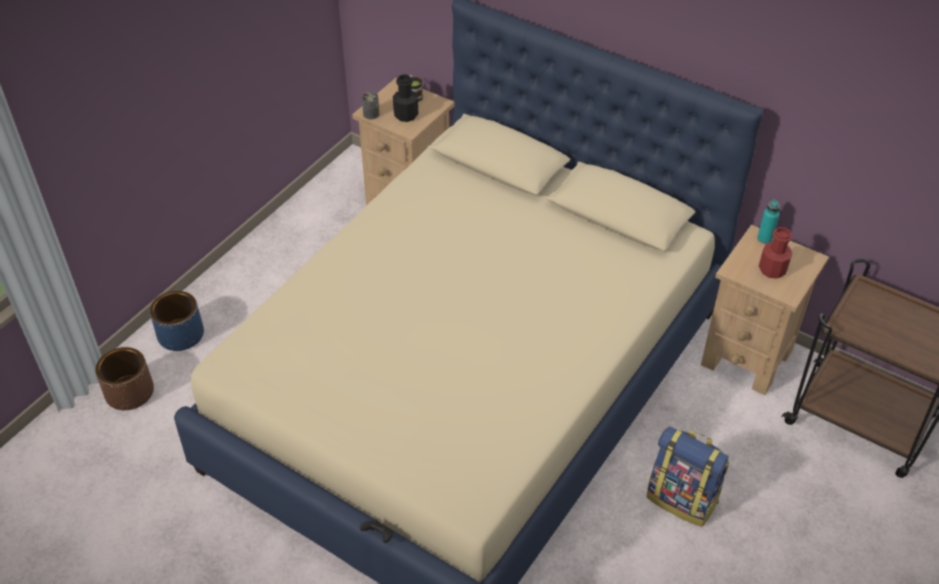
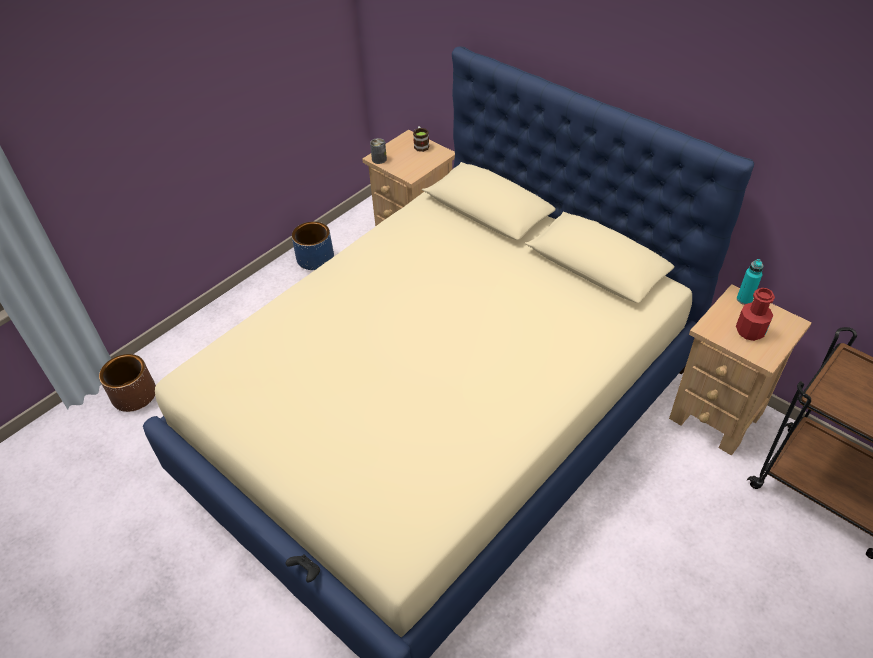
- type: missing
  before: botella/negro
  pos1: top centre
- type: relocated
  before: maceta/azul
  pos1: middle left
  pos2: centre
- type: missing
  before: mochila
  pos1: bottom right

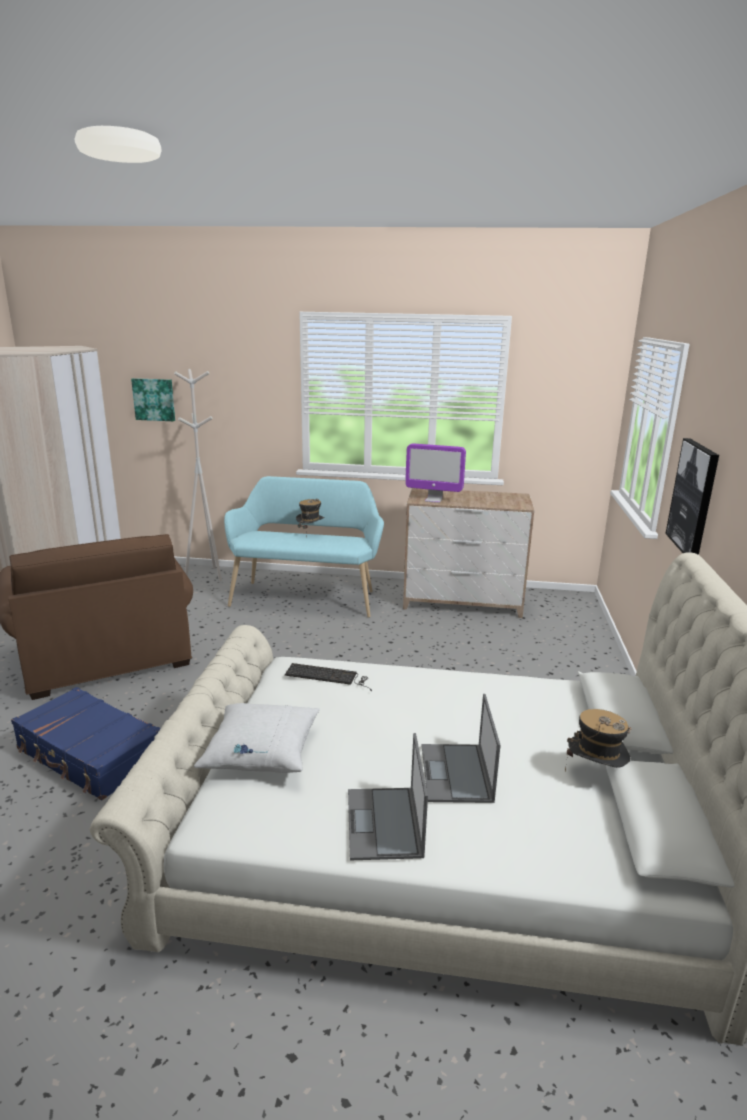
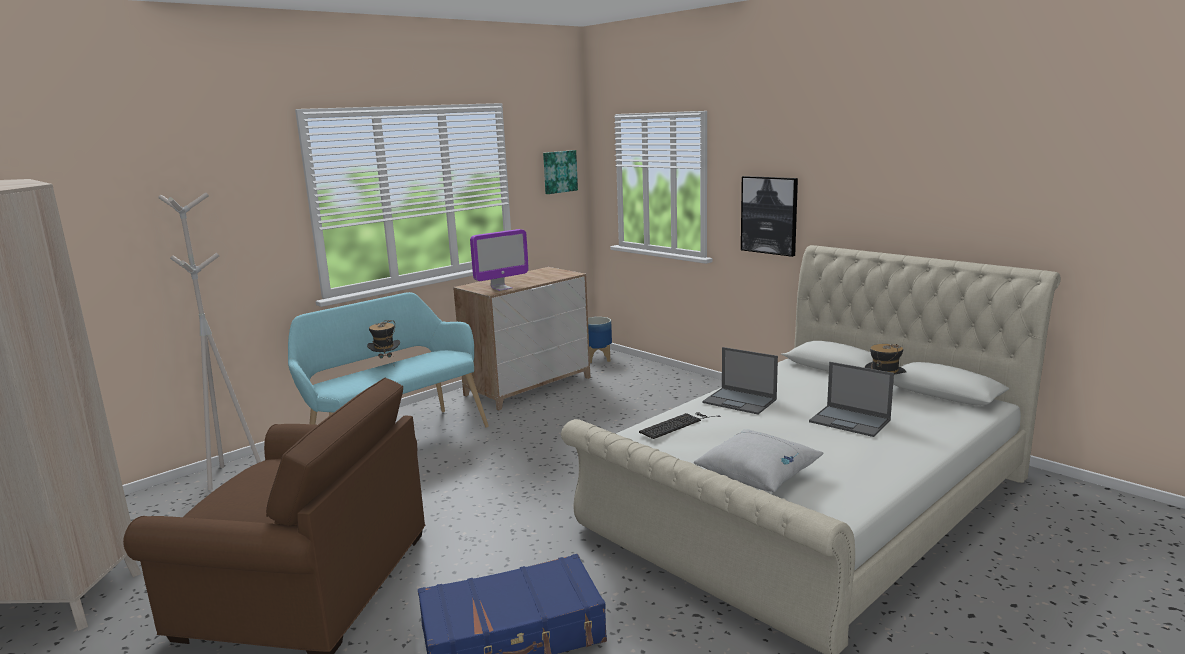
- type: relocated
  before: cuadro (no. 1 from left)
  pos1: middle left
  pos2: top centre
- type: relocated
  before: portátil (no. 1 from left)
  pos1: bottom centre
  pos2: centre
- type: appeared
  after: maceta
  pos2: centre

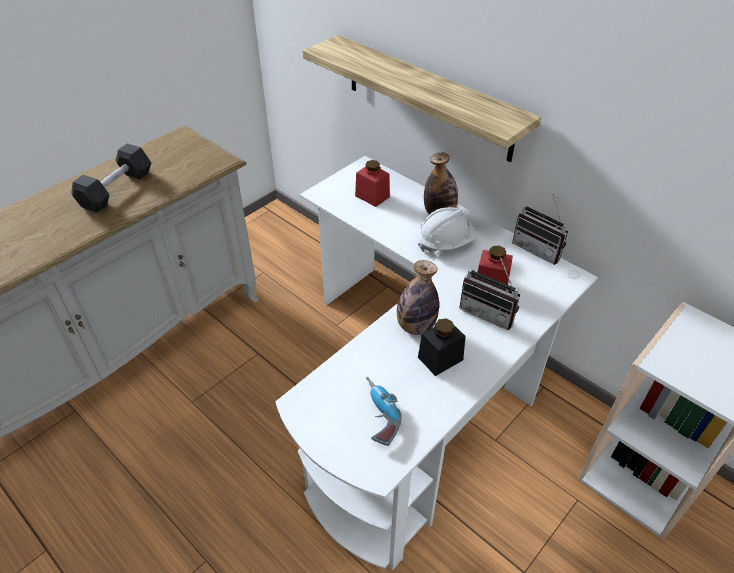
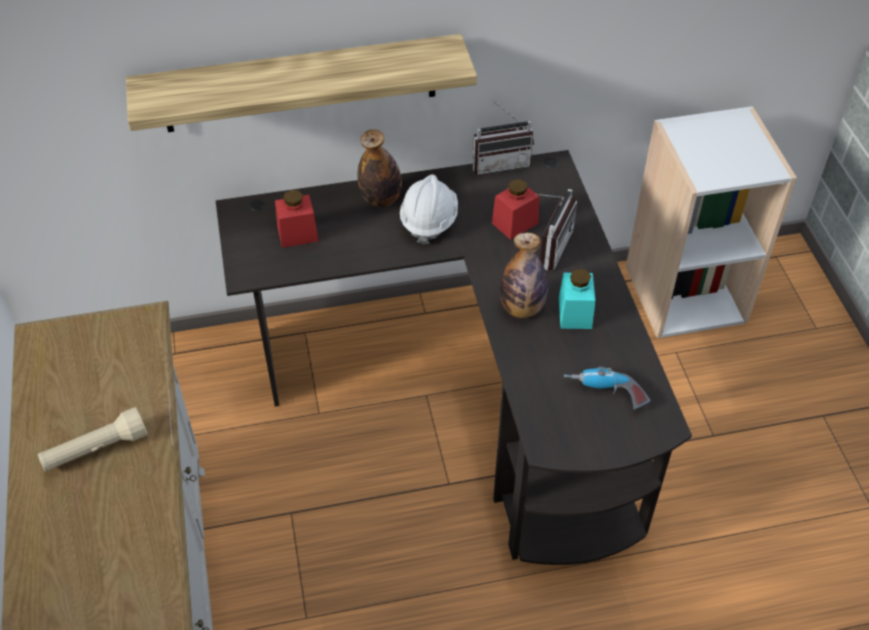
- type: exchanged
  before: mancuerna/gris
  after: linterna/beis
  pos1: top left
  pos2: bottom left
- type: colour
  before: escritorio/blanco
  after: escritorio/negro
  pos1: centre
  pos2: centre
- type: spun
  before: radio (no. 1 from left in the first image)
  pos1: centre
  pos2: centre
  turn: -45
- type: colour
  before: tarro/negro
  after: tarro/turquesa
  pos1: centre
  pos2: centre

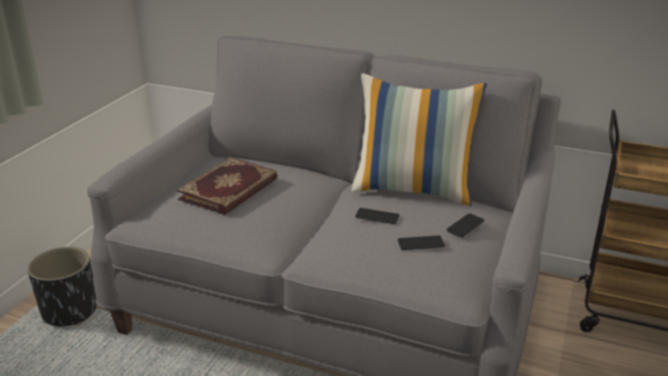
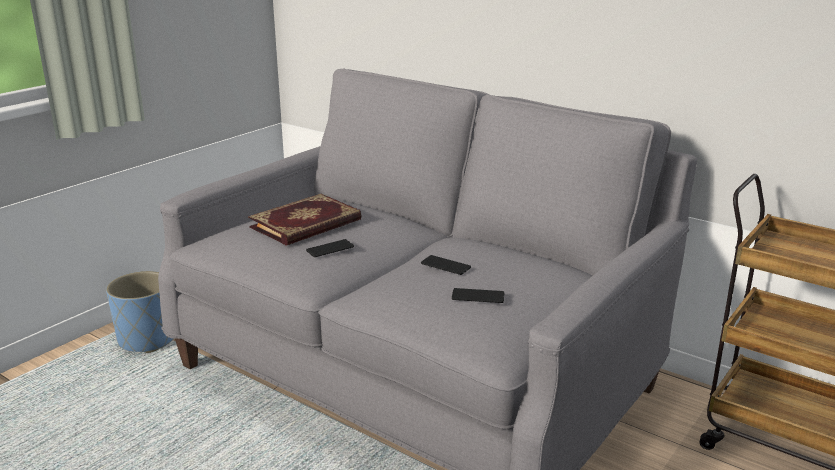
- type: missing
  before: cojín
  pos1: centre
- type: relocated
  before: móvil (no. 3 from left in the first image)
  after: móvil (no. 1 from left)
  pos1: middle right
  pos2: centre
- type: colour
  before: maceta/negro
  after: maceta/azul
  pos1: bottom left
  pos2: middle left

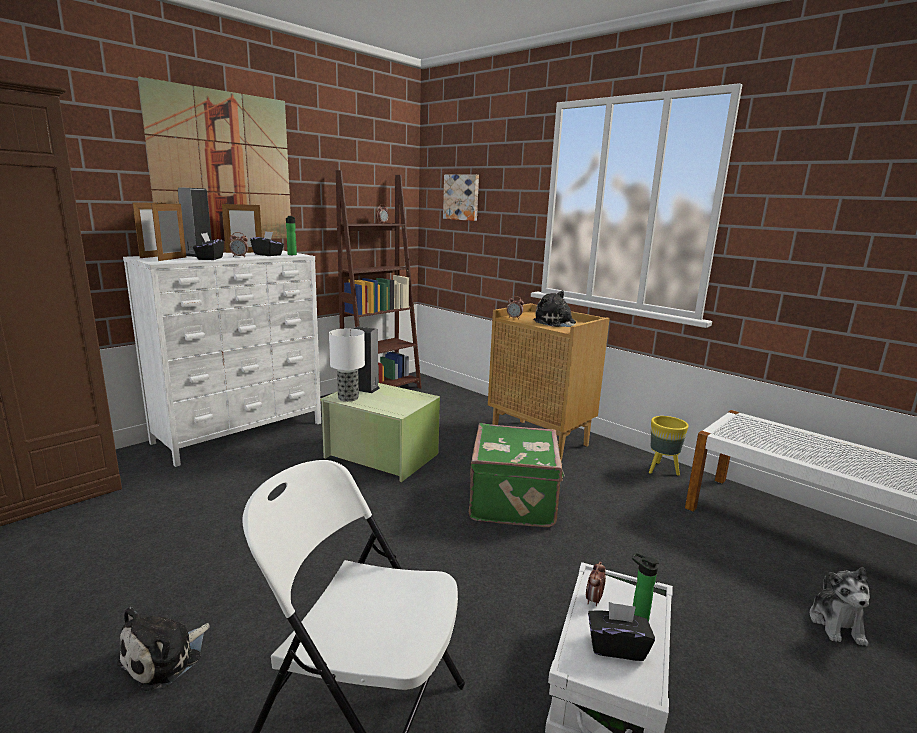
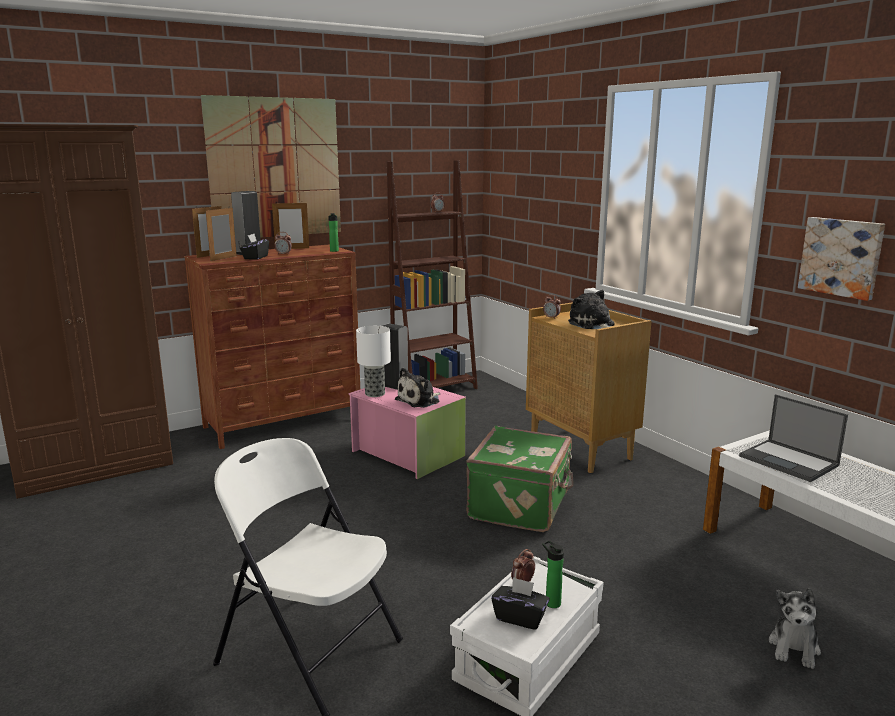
- type: relocated
  before: cuadro (no. 2 from left)
  pos1: top centre
  pos2: middle right
- type: missing
  before: caja de pañuelos/negro (no. 2 from left)
  pos1: top left
- type: colour
  before: cómoda/blanco
  after: cómoda/marrón
  pos1: middle left
  pos2: middle left
- type: colour
  before: caja de almacenaje/verde
  after: caja de almacenaje/rosa
  pos1: centre
  pos2: centre
- type: missing
  before: maceta/amarillo
  pos1: middle right
- type: relocated
  before: peluche (no. 1 from left)
  pos1: bottom left
  pos2: centre
- type: appeared
  after: portátil
  pos2: middle right

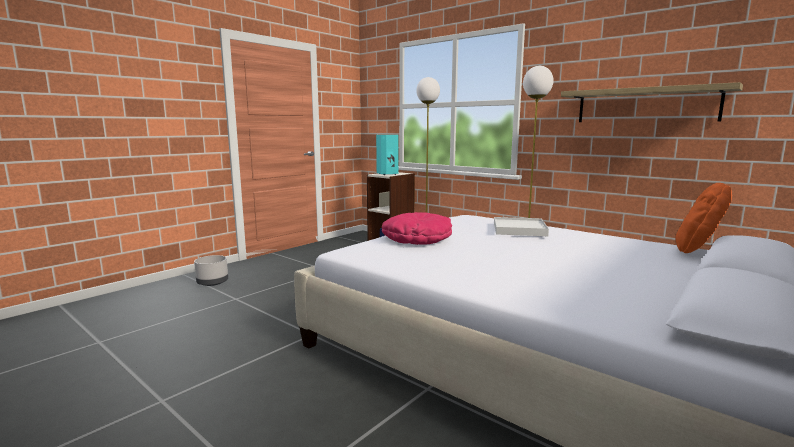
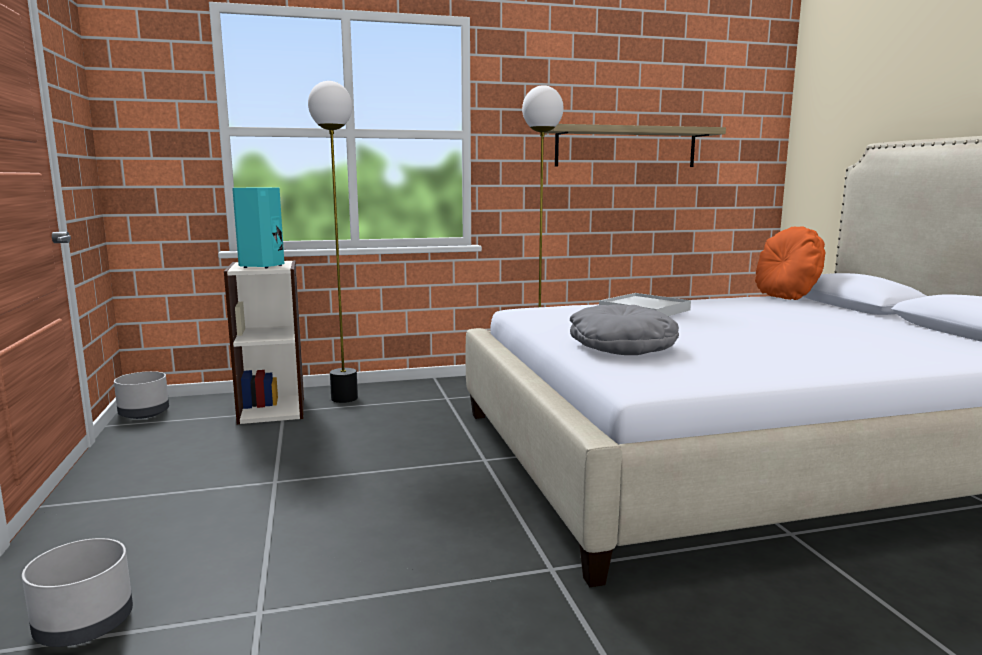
- type: colour
  before: cojín/rosa
  after: cojín/gris
  pos1: centre
  pos2: centre
- type: appeared
  after: maceta/gris (no. 2 from left)
  pos2: middle left

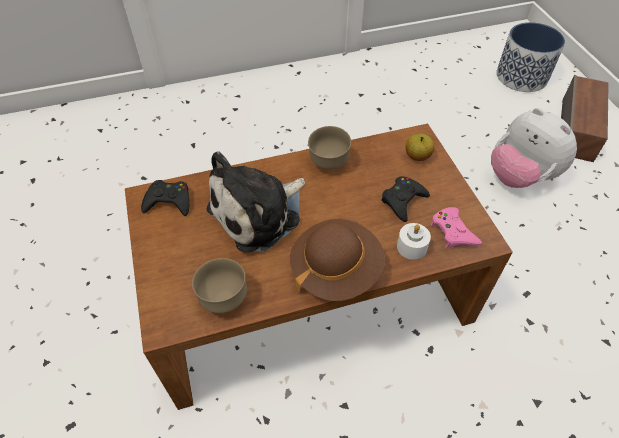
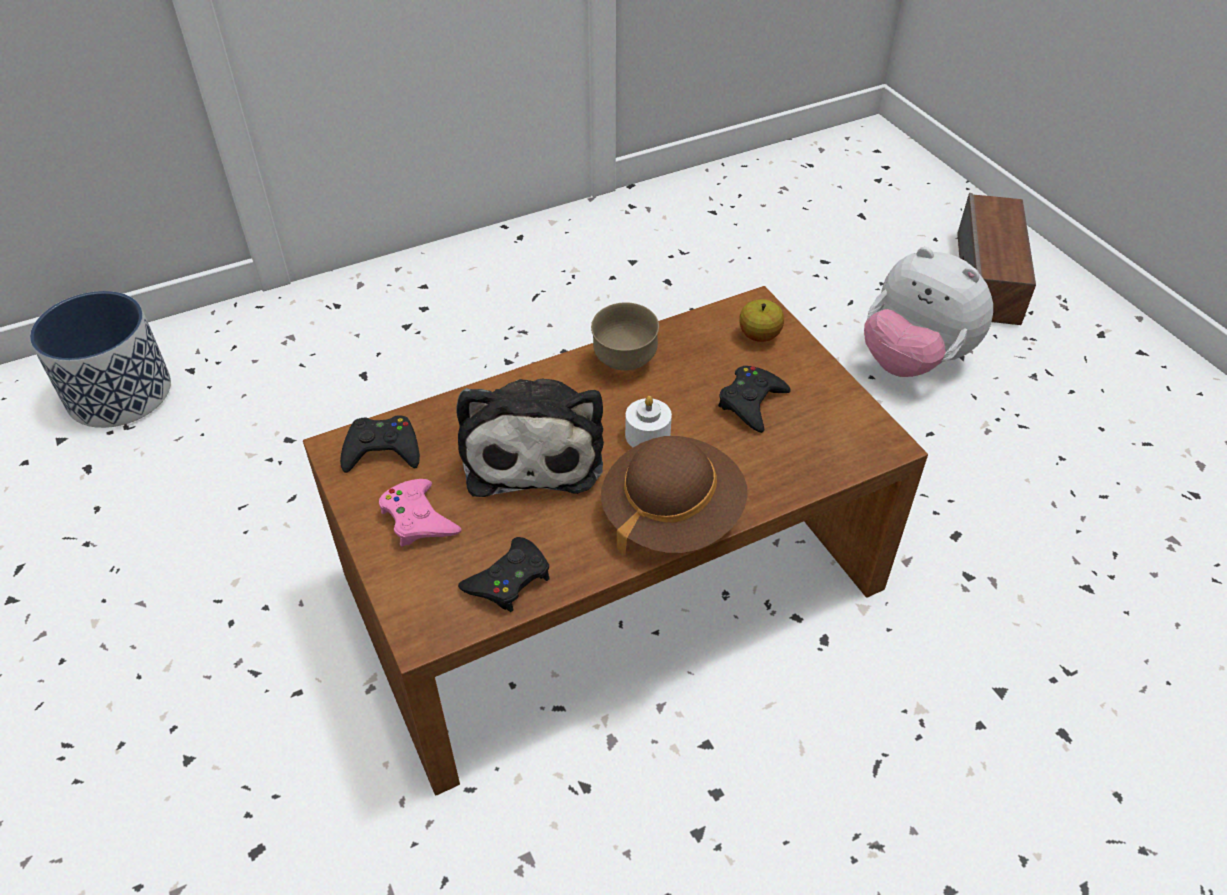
- type: relocated
  before: maceta
  pos1: top right
  pos2: middle left
- type: spun
  before: peluche (no. 1 from left)
  pos1: centre
  pos2: centre
  turn: -45
- type: relocated
  before: mando de consola/rosa
  pos1: middle right
  pos2: centre
- type: relocated
  before: vela/blanco
  pos1: middle right
  pos2: centre
- type: exchanged
  before: cuenco/marrón (no. 1 from left)
  after: mando de consola/negro (no. 2 from left)
  pos1: centre
  pos2: centre

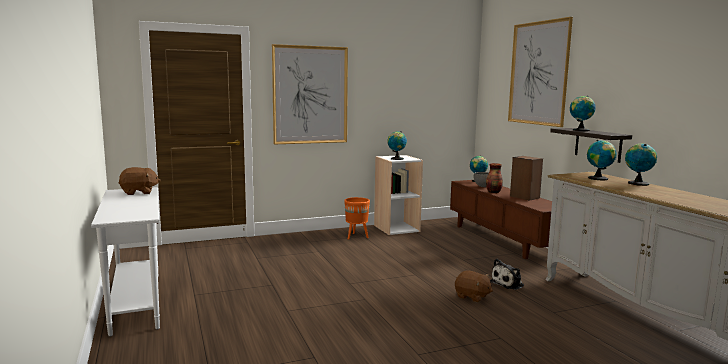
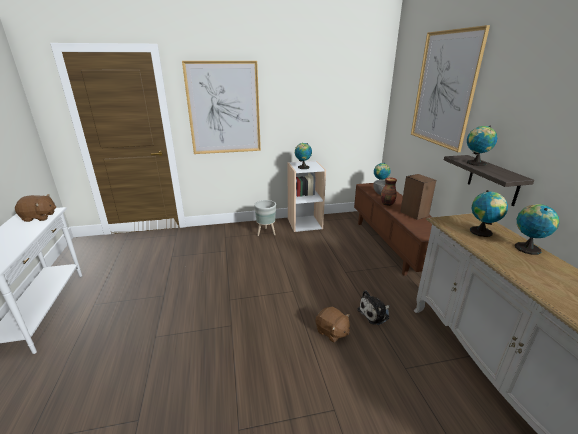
- type: colour
  before: maceta/naranja
  after: maceta/gris
  pos1: centre
  pos2: centre

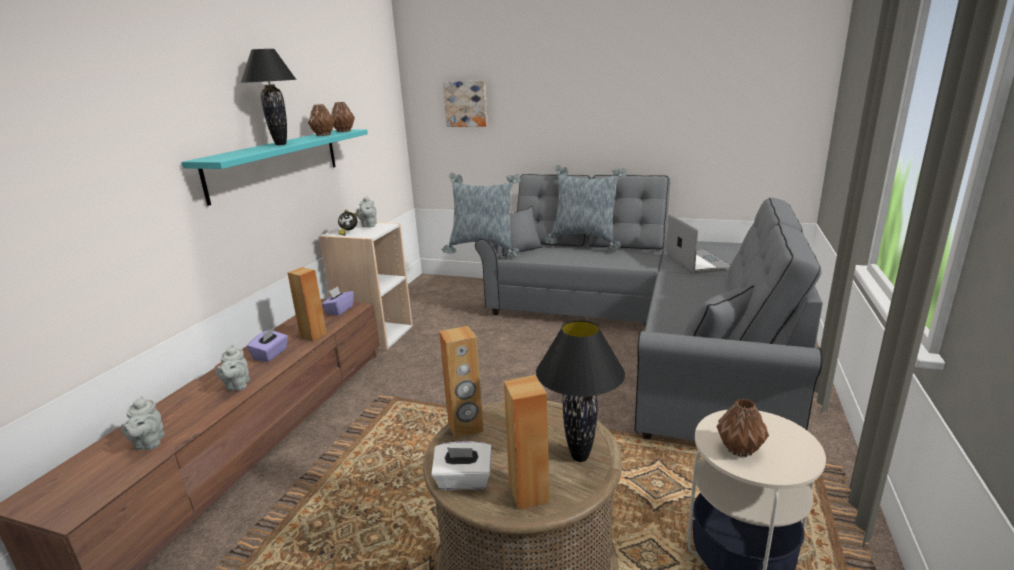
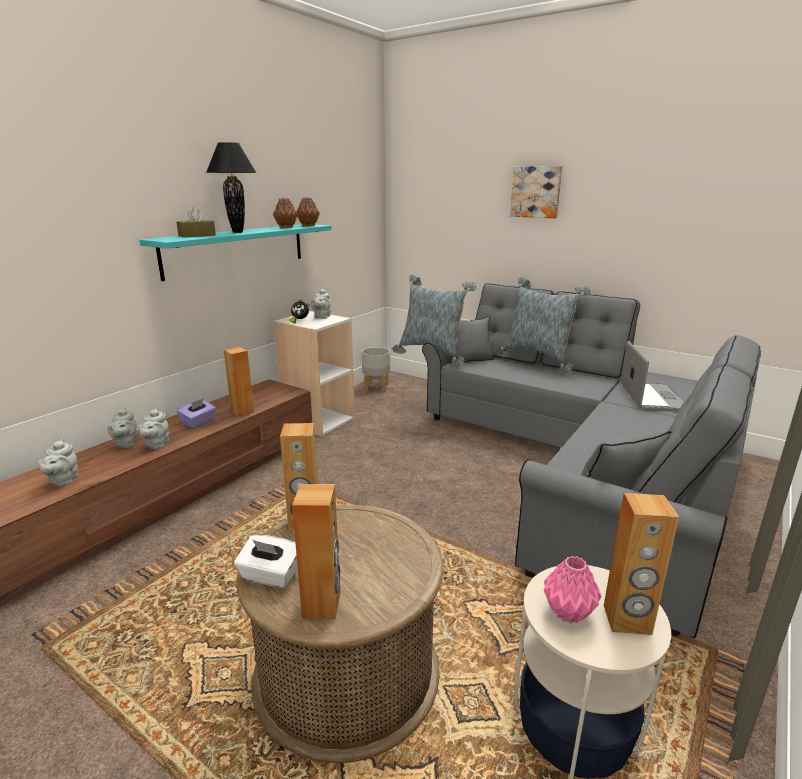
- type: relocated
  before: cuadro
  pos1: top centre
  pos2: top right
- type: missing
  before: caja de pañuelos/morado (no. 2 from left)
  pos1: centre
- type: missing
  before: lámpara de mesa/negro (no. 2 from left)
  pos1: bottom centre
- type: colour
  before: florero/marrón (no. 3 from left)
  after: florero/rosa
  pos1: bottom right
  pos2: bottom right
- type: appeared
  after: caja de pañuelos/marrón
  pos2: top left
- type: appeared
  after: maceta/gris
  pos2: centre
- type: appeared
  after: tetera/gris (no. 2 from left)
  pos2: middle left
- type: appeared
  after: altavoz/marrón (no. 4 from left)
  pos2: bottom right

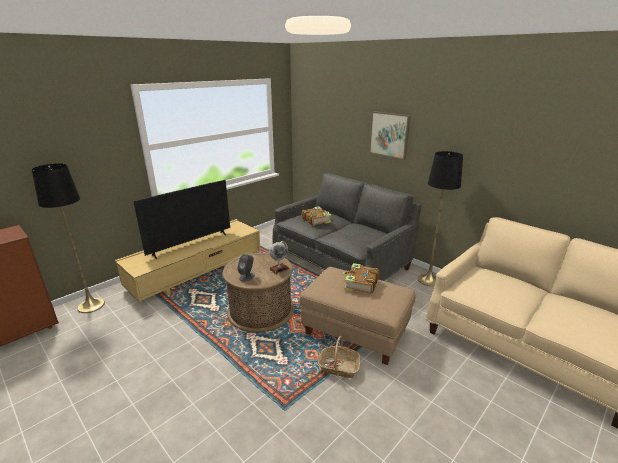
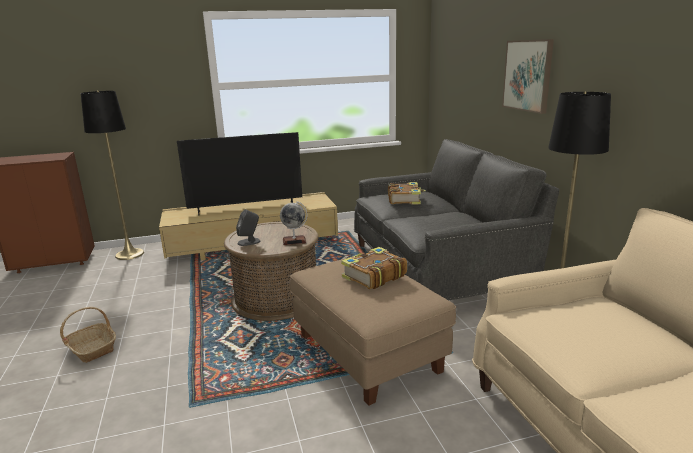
- type: relocated
  before: cesta
  pos1: bottom centre
  pos2: bottom left

